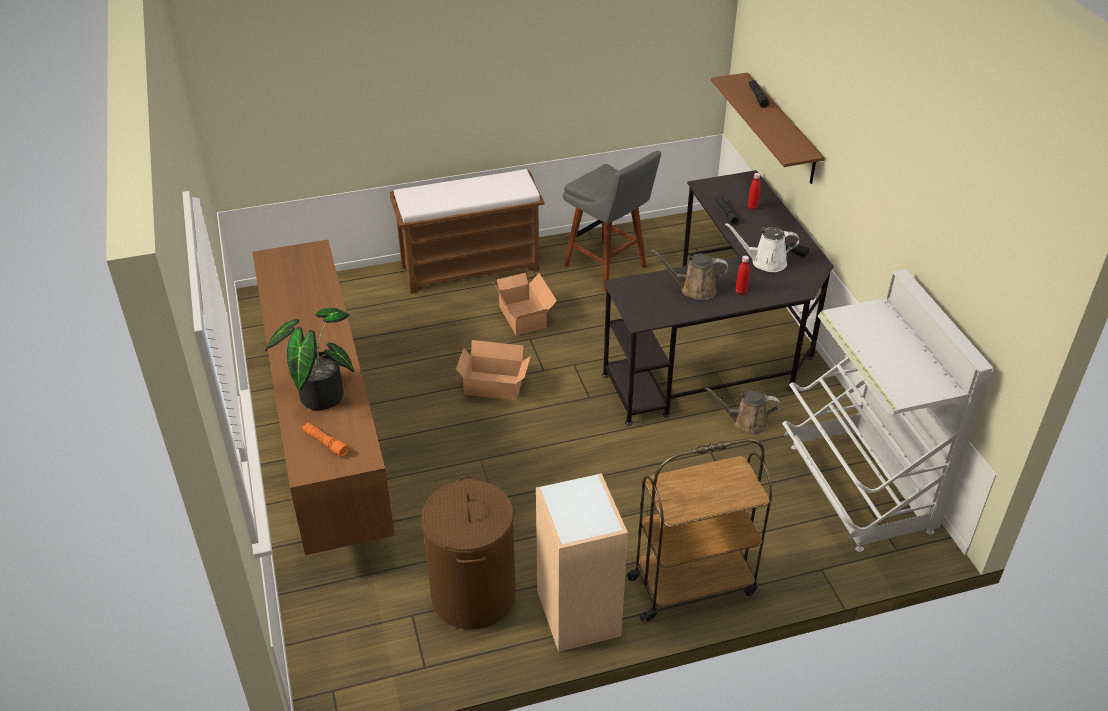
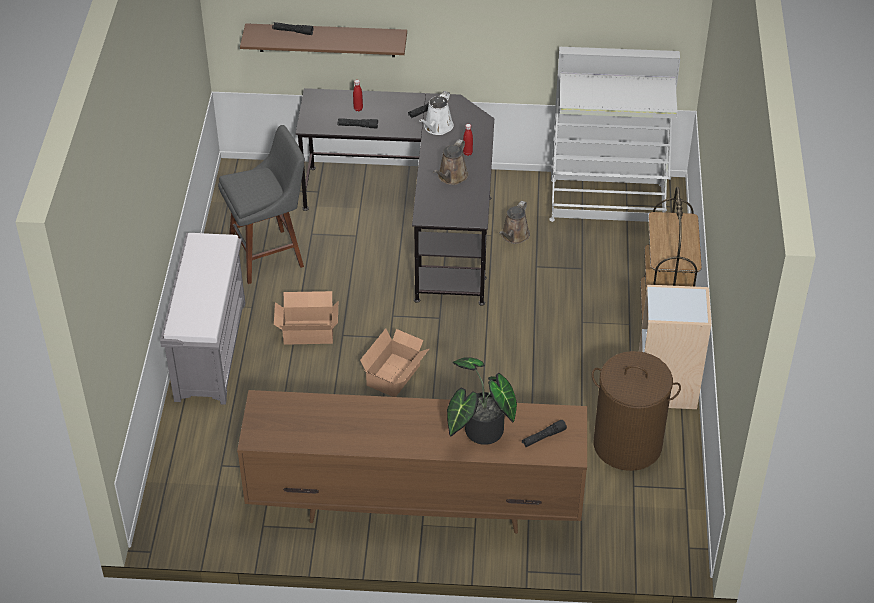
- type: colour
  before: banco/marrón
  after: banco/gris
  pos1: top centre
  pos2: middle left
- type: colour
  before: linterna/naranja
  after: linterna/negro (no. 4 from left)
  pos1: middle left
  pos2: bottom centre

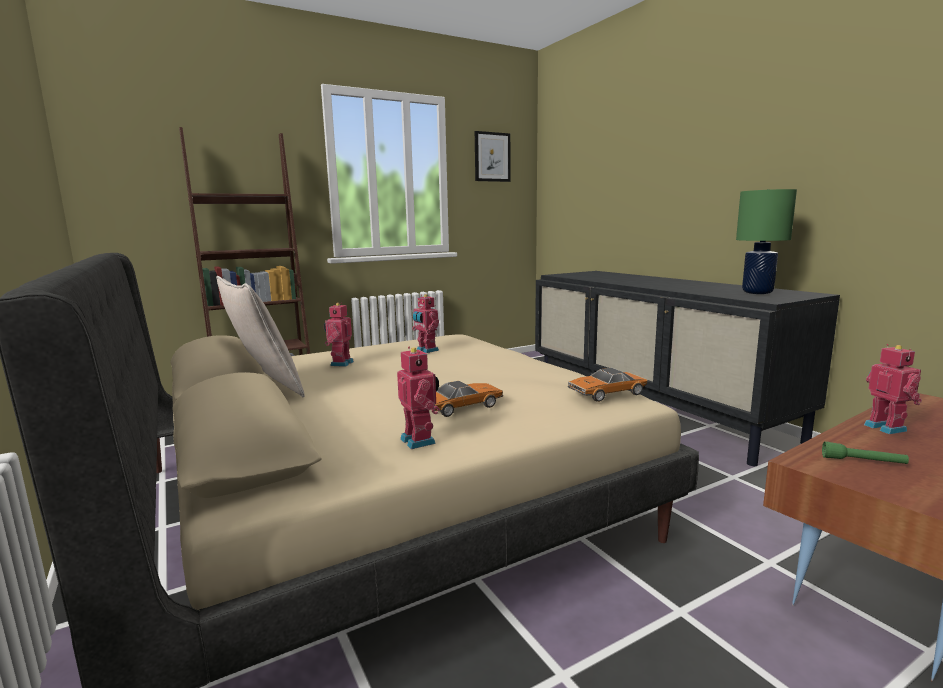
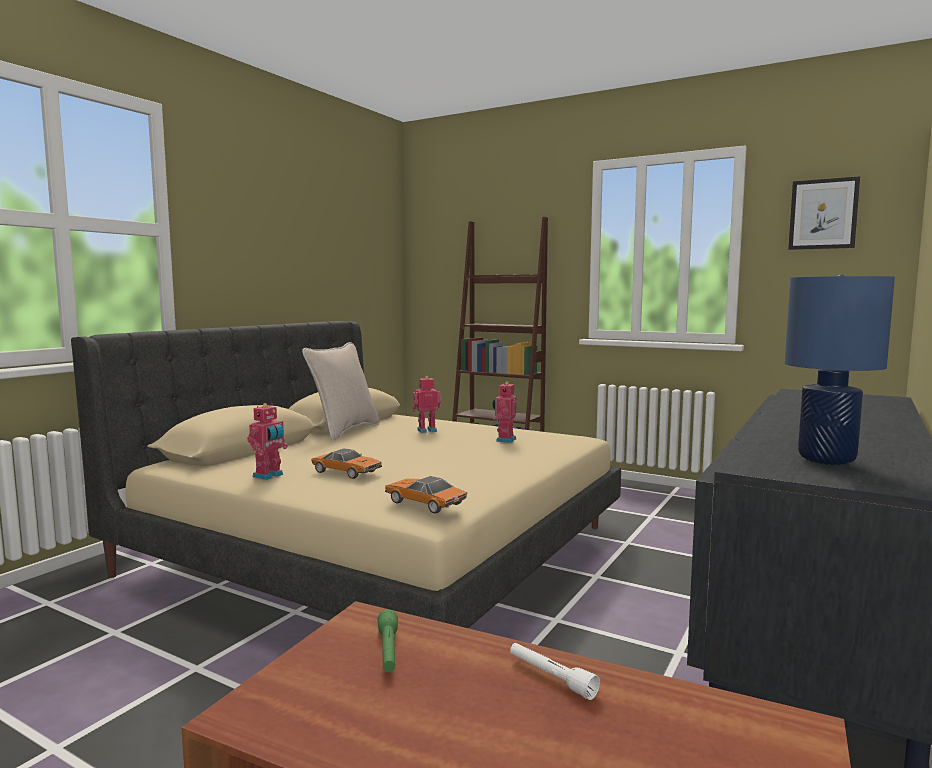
- type: colour
  before: lámpara de mesa/verde
  after: lámpara de mesa/azul
  pos1: middle right
  pos2: middle right
- type: exchanged
  before: robot de juguete (no. 4 from left)
  after: linterna/blanco
  pos1: middle right
  pos2: bottom centre

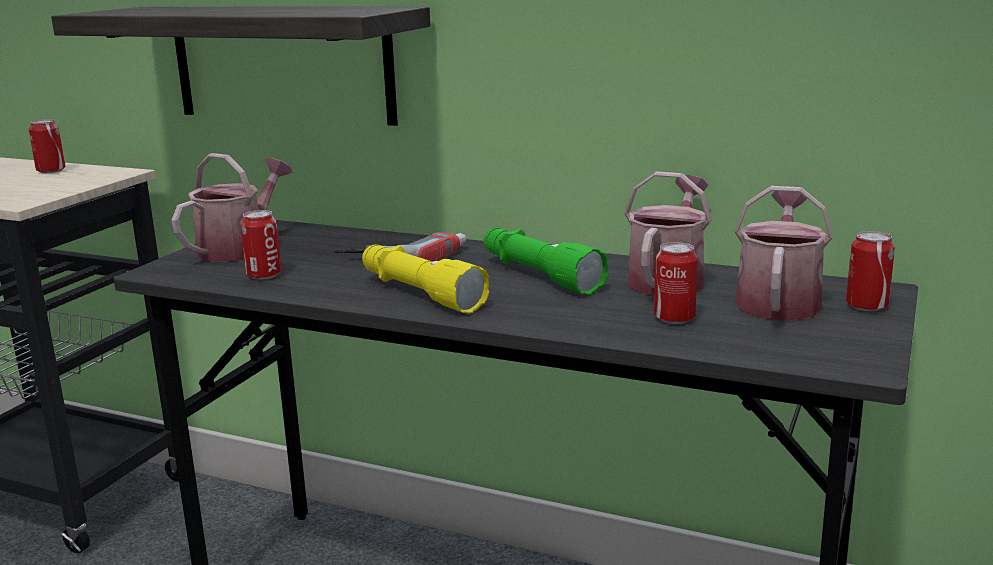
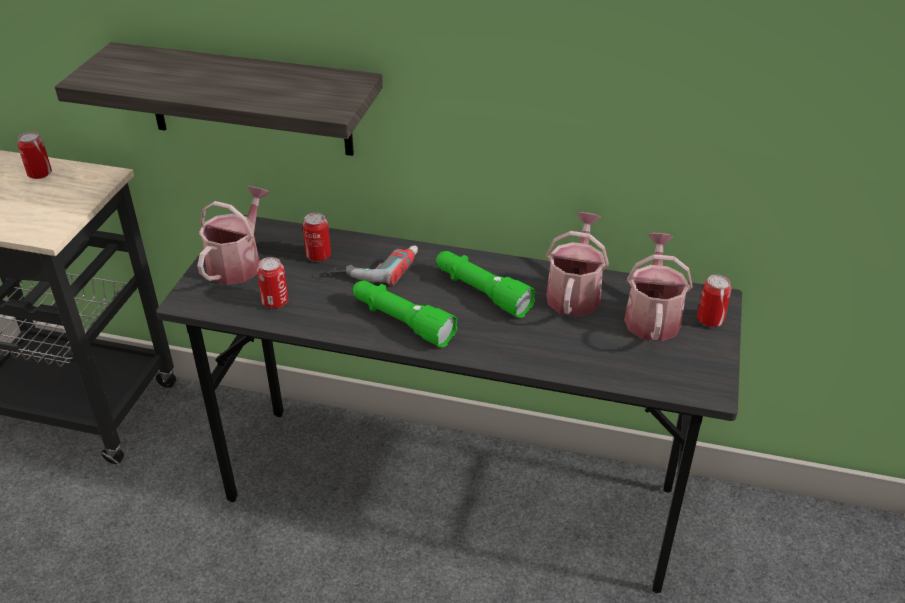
- type: relocated
  before: lata (no. 3 from left)
  pos1: middle right
  pos2: centre
- type: colour
  before: linterna/amarillo
  after: linterna/verde (no. 1 from left)
  pos1: centre
  pos2: centre

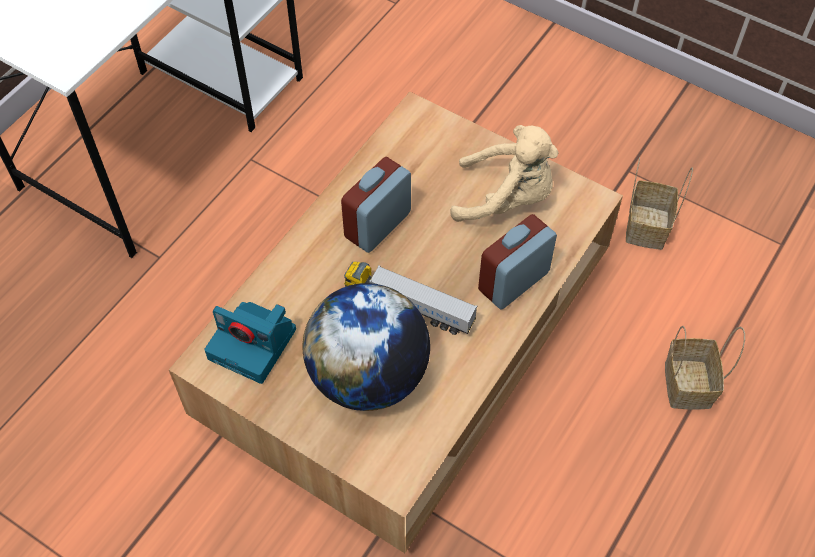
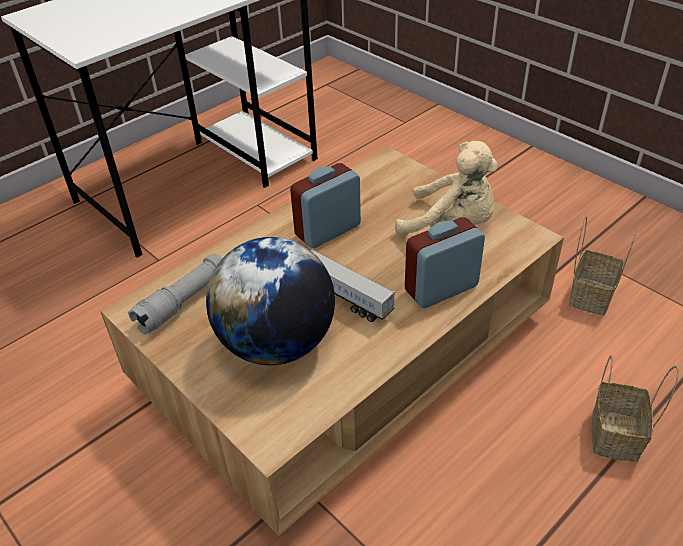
- type: exchanged
  before: cámara
  after: linterna/gris
  pos1: middle left
  pos2: middle left

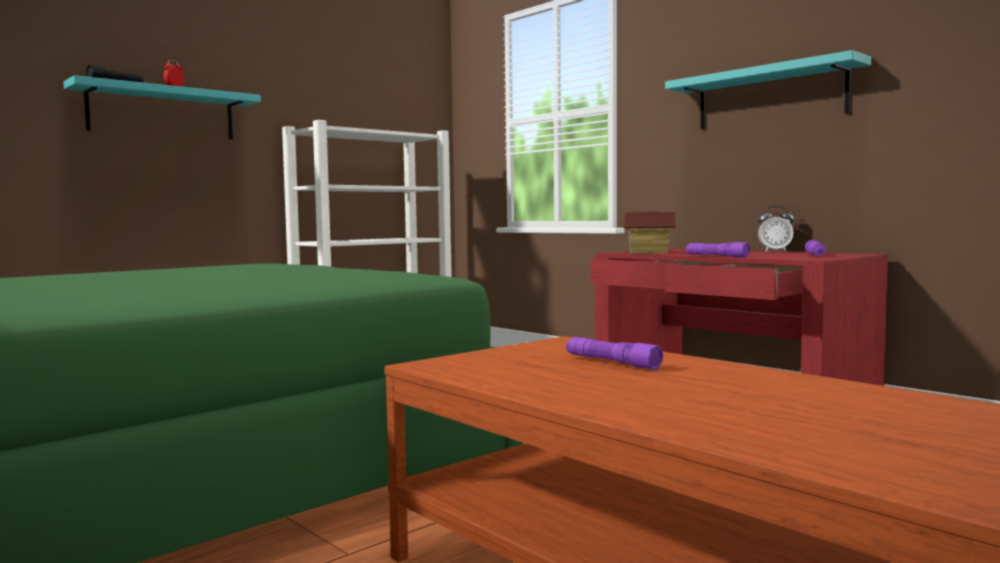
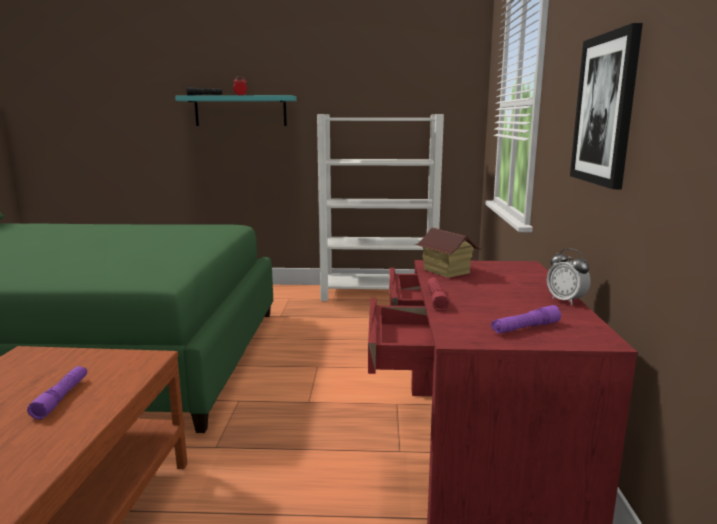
- type: exchanged
  before: estante/turquesa (no. 2 from left)
  after: cuadro
  pos1: top right
  pos2: top right
- type: colour
  before: linterna/morado (no. 2 from left)
  after: linterna/rojo
  pos1: middle right
  pos2: centre

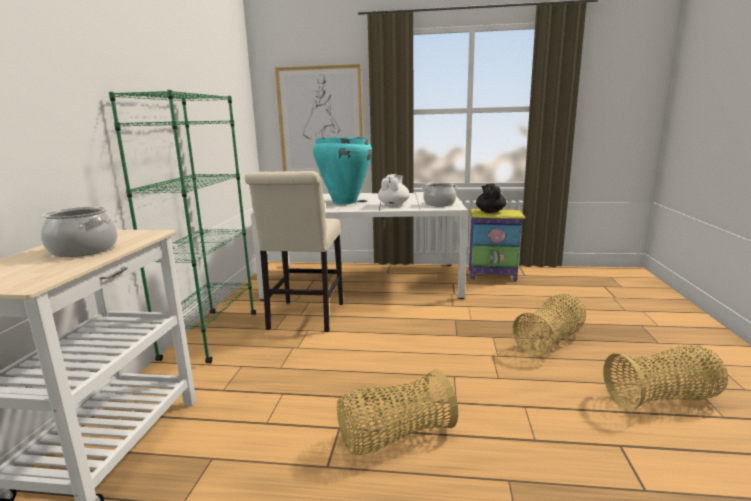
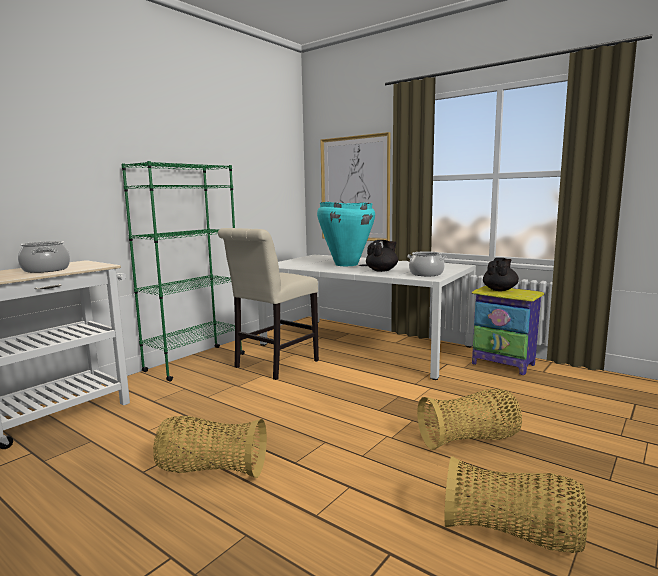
- type: colour
  before: tetera/blanco
  after: tetera/negro (no. 1 from left)
  pos1: centre
  pos2: centre

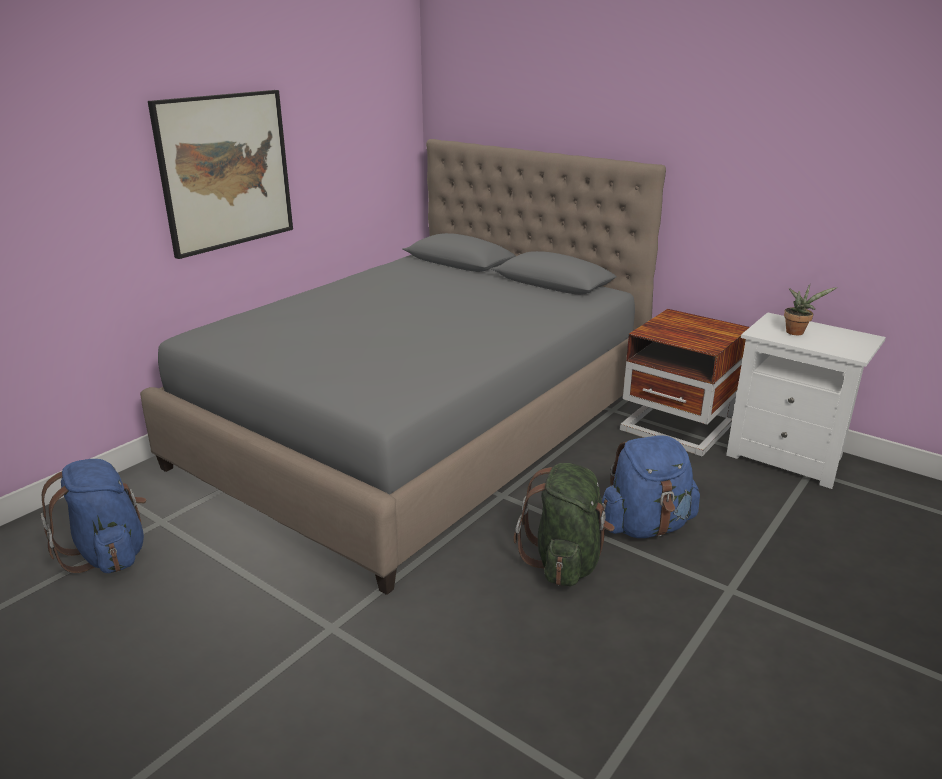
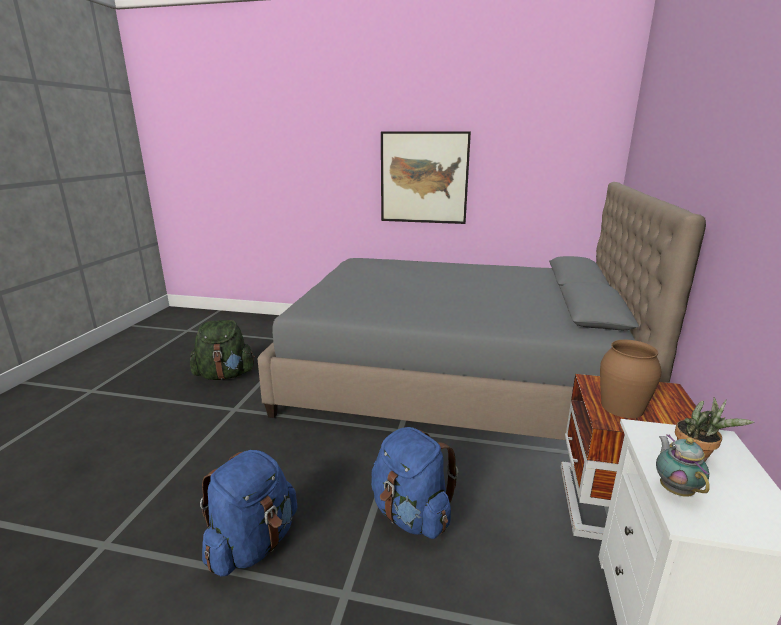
- type: relocated
  before: mochila/azul (no. 1 from left)
  pos1: middle left
  pos2: bottom left
- type: relocated
  before: mochila/verde
  pos1: bottom centre
  pos2: middle left
- type: appeared
  after: florero/marrón
  pos2: middle right
- type: appeared
  after: tetera
  pos2: bottom right

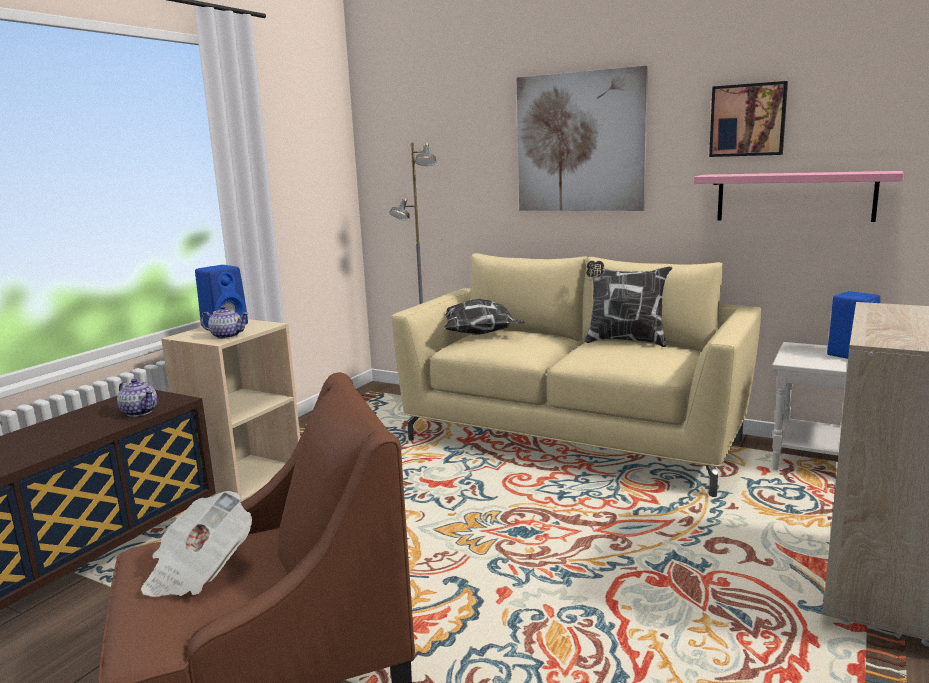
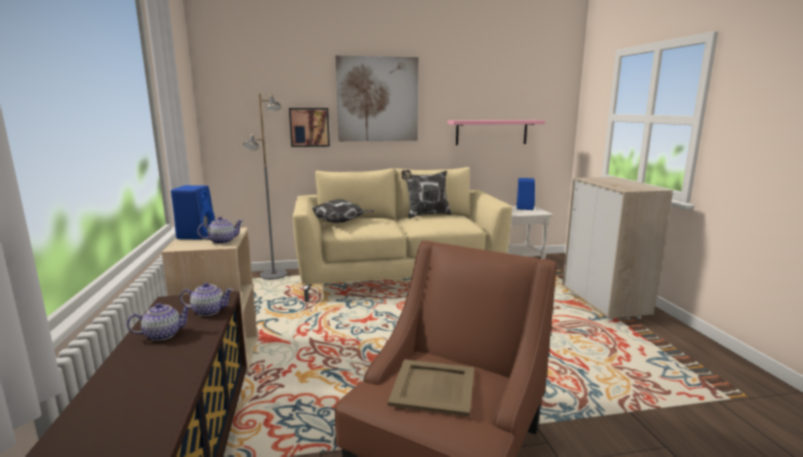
- type: relocated
  before: cuadro (no. 2 from left in the first image)
  after: cuadro (no. 1 from left)
  pos1: top right
  pos2: top centre
- type: exchanged
  before: periódico
  after: bandeja/beis
  pos1: bottom left
  pos2: bottom centre
- type: appeared
  after: tetera (no. 1 from left)
  pos2: bottom left

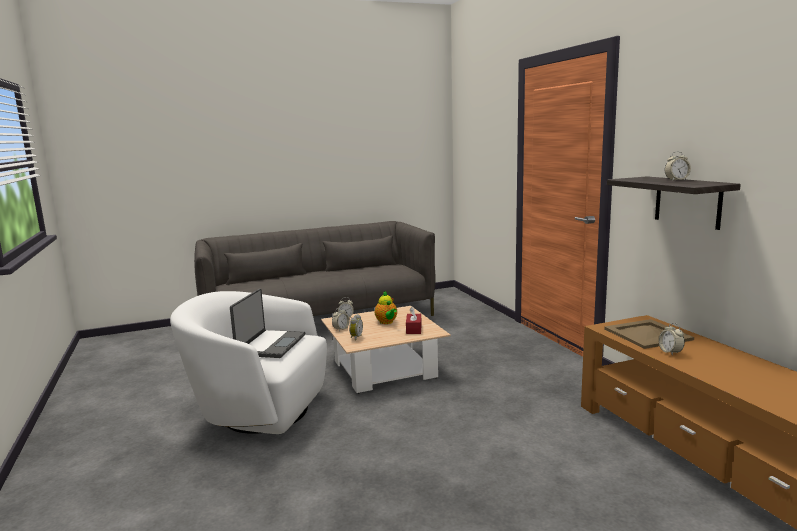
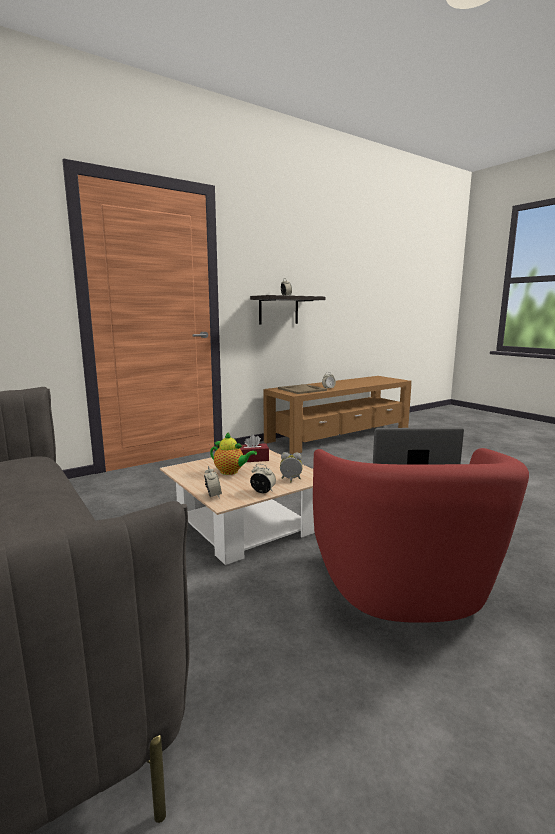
- type: colour
  before: sillón/blanco
  after: sillón/rojo
  pos1: bottom left
  pos2: middle right
- type: spun
  before: tetera
  pos1: centre
  pos2: centre
  turn: 60

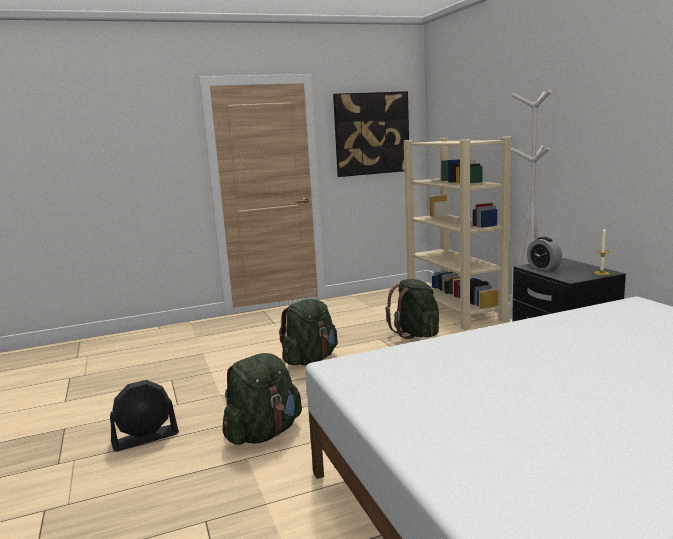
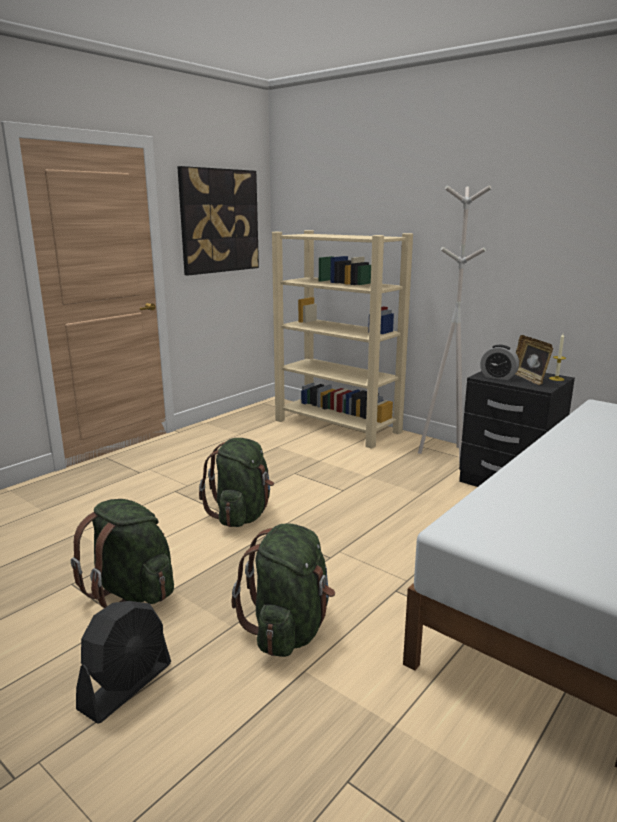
- type: relocated
  before: mochila/verde (no. 3 from left in the first image)
  after: mochila/verde (no. 1 from left)
  pos1: centre
  pos2: bottom left
- type: appeared
  after: portarretratos
  pos2: middle right

